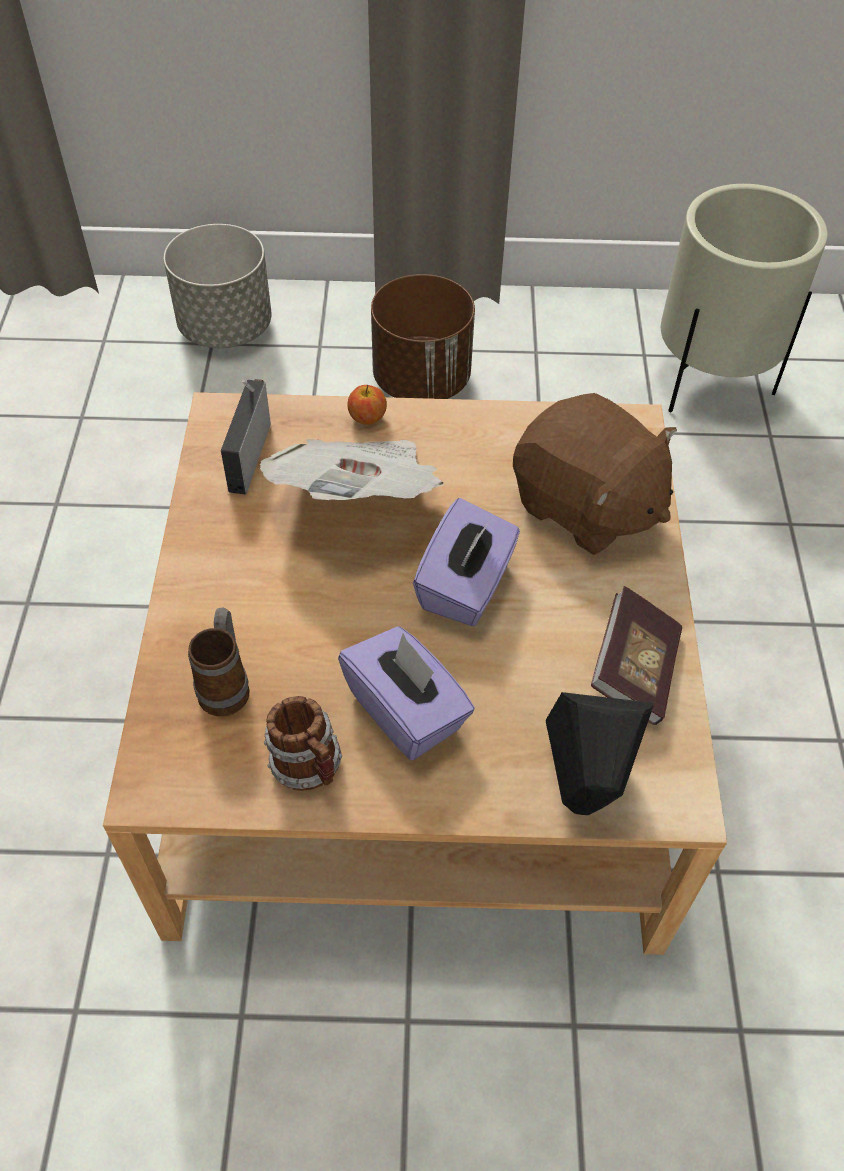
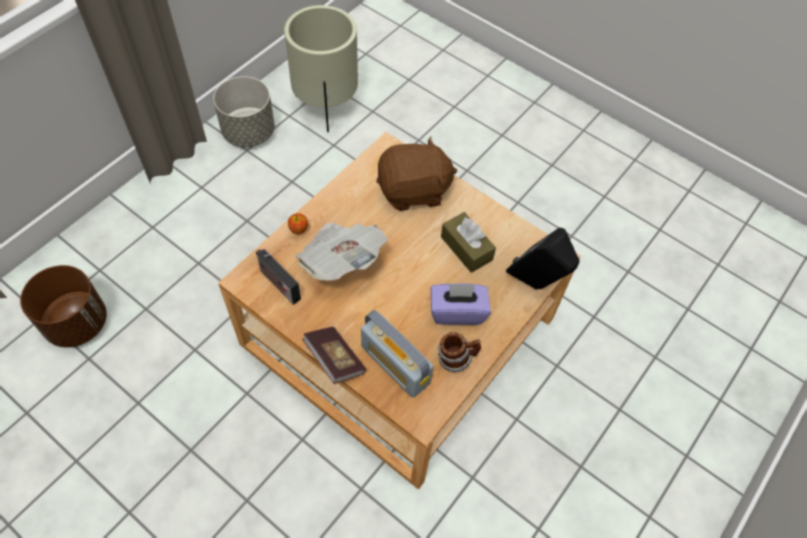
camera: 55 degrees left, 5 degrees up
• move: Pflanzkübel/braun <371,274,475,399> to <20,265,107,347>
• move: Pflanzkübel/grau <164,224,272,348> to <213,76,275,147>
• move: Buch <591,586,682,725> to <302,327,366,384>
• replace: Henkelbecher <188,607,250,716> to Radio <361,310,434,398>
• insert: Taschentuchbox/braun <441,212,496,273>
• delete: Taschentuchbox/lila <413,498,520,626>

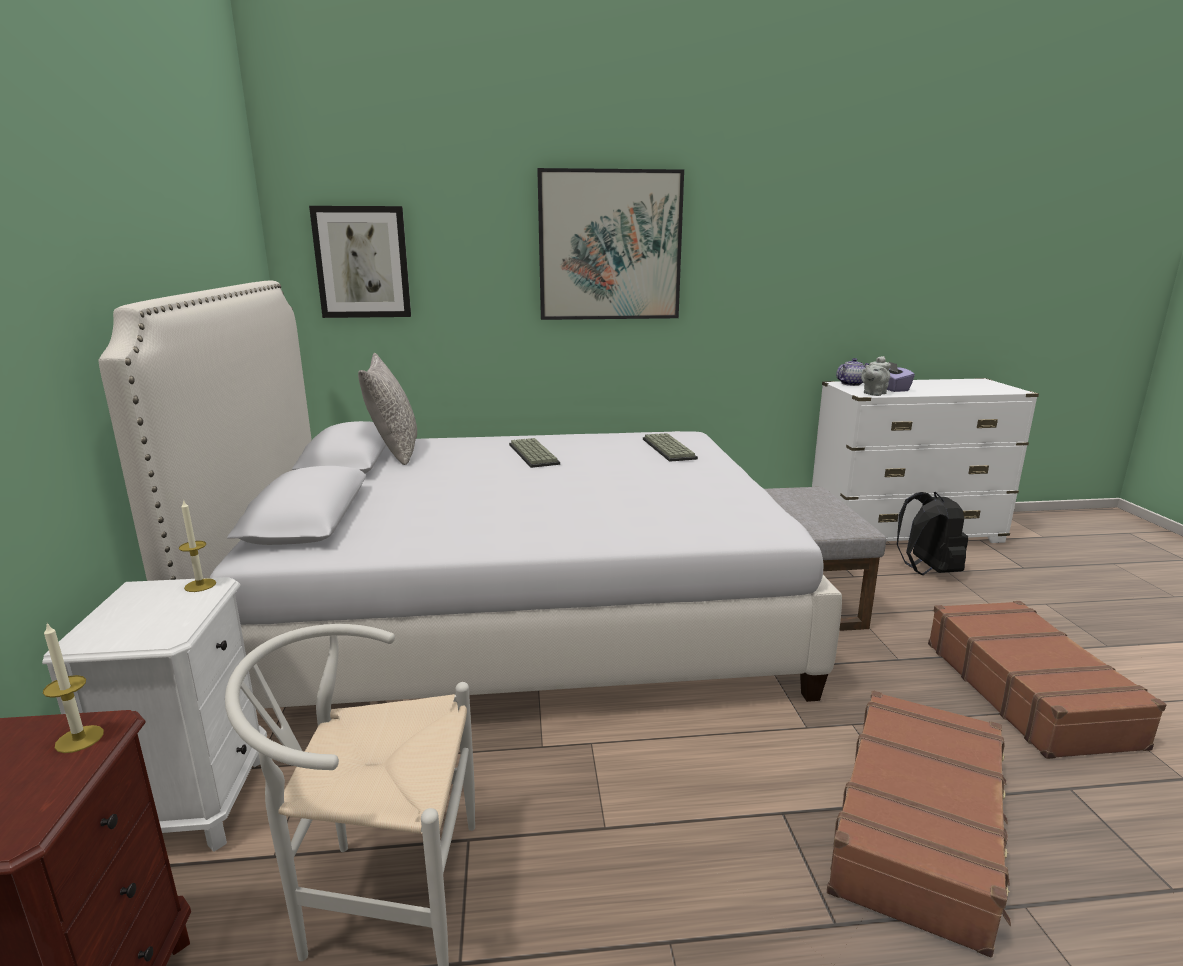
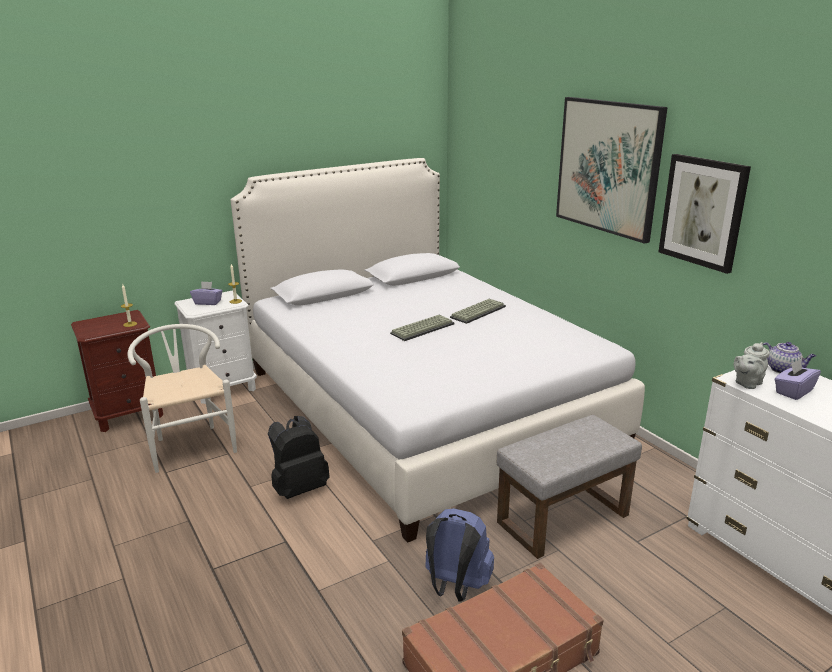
camera: 65 degrees right, 5 degrees up
• insert: Taschentuchbox/lila <190,281,222,305>
• move: Rucksack/schwarz <897,492,968,575> to <268,416,330,499>
• move: Tastatur <643,433,698,462> to <390,315,454,341>
• insert: Rucksack/blau <425,508,494,602>
• move: Bild <309,206,411,318> to <658,154,751,274>
• rotate: Teekanne/grau <861,356,891,396> = <734,342,769,389> 60 degrees counterclockwise
• delete: Kissen/grau <358,353,417,465>
• delete: Koffer/braun <827,690,1011,957>

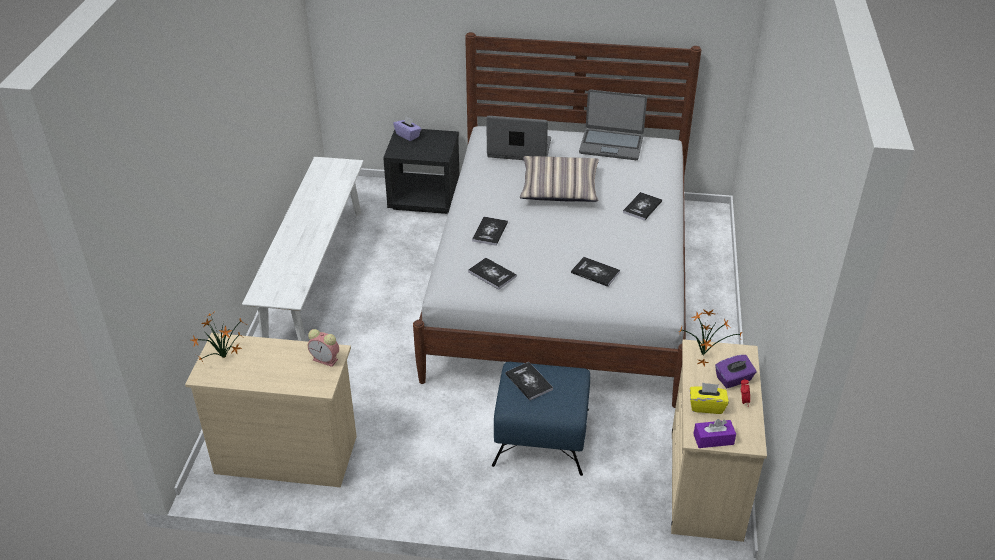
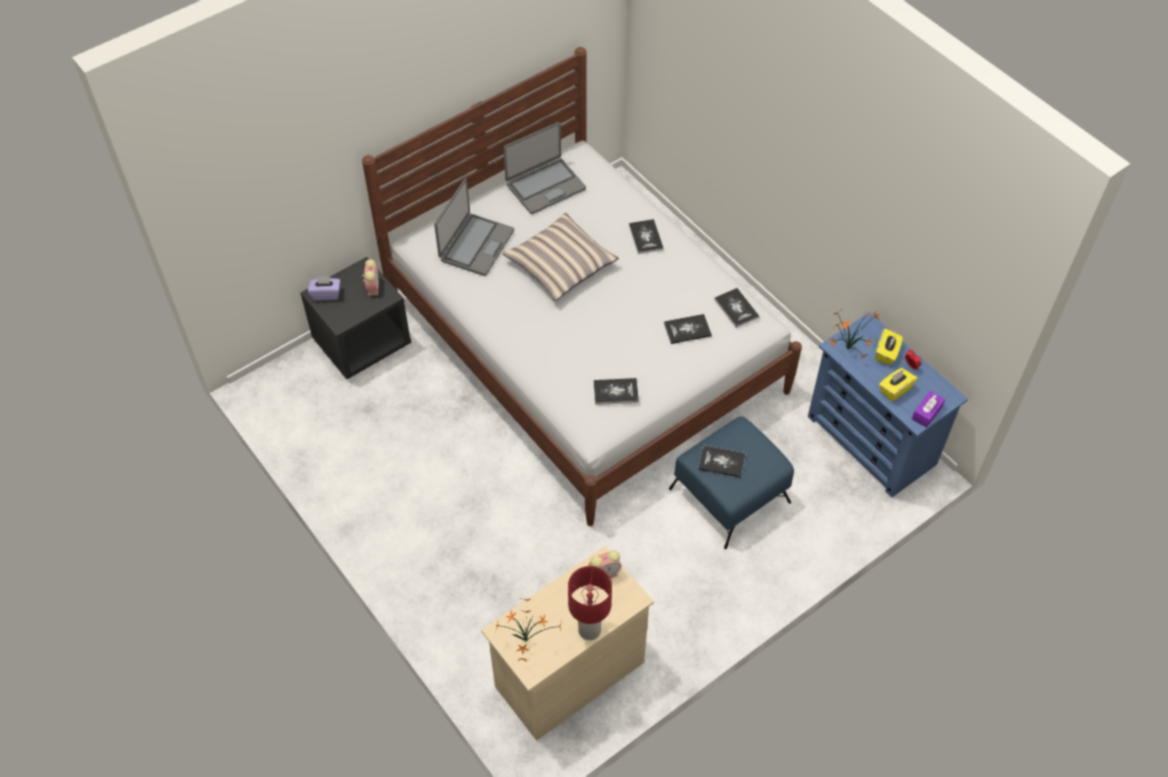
camera: 45 degrees left, 15 degrees up
• insert: Wecker <362,259,379,296>
• rotate: Laptop <486,116,551,160> = <434,179,514,276> 150 degrees clockwise
• insert: Tischlampe/rot <568,566,612,640>
• move: Buch <472,217,508,246> to <714,288,759,328>
• recolor: Kommode/beige <671,339,767,542> to Kommode/blau <808,312,968,497>
• recolor: Taschentuchbox/lila <715,355,757,388> to Taschentuchbox/gelb <875,328,903,365>
• delete: Bank/weiß <242,157,364,341>

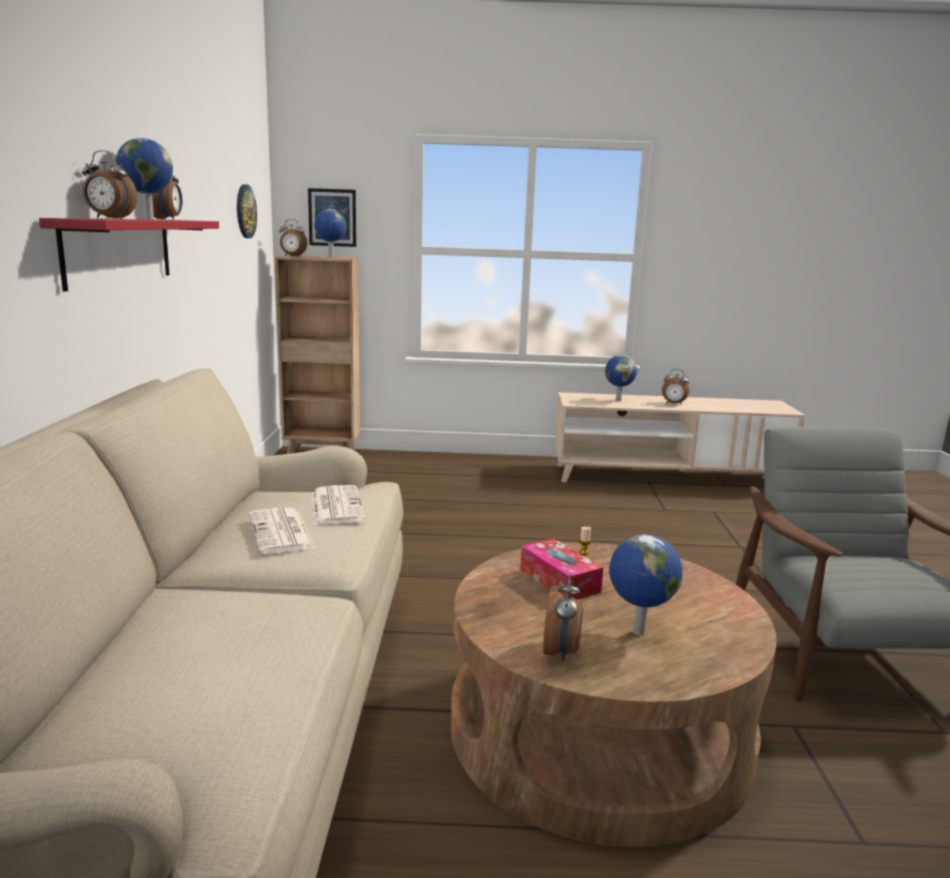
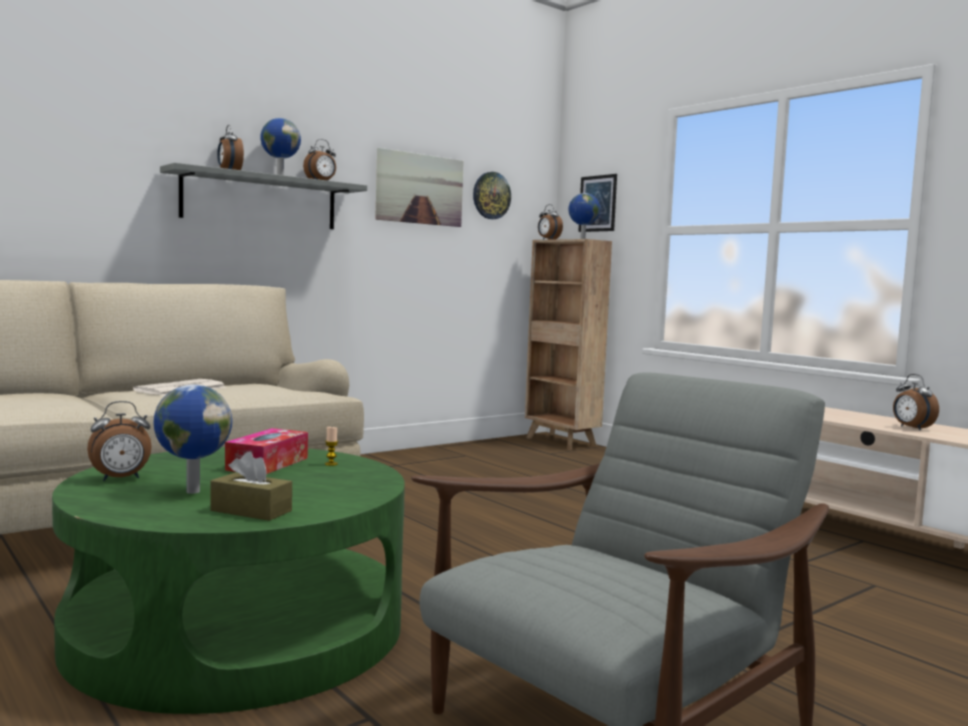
camera: 50 degrees right, 10 degrees down
• recolor: Couchtisch/braun <451,543,777,847> to Couchtisch/grün <52,447,405,714>
• recolor: Wandregal/rot <39,218,219,291> to Wandregal/grau <160,163,367,229>
• insert: Taschentuchbox/braun <211,451,292,521>
• insert: Bild <375,148,464,227>
• delete: Zeitung <312,485,365,525>
• delete: Globus <605,355,637,401>

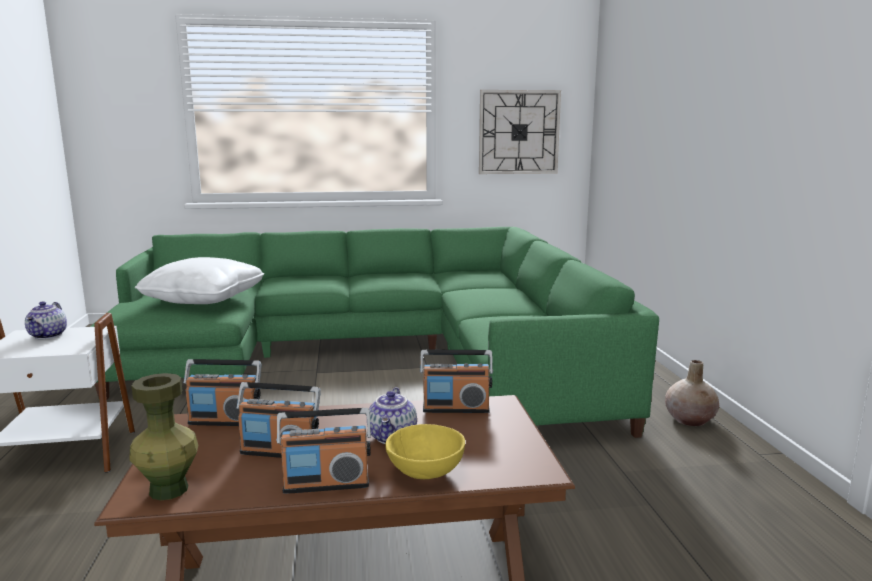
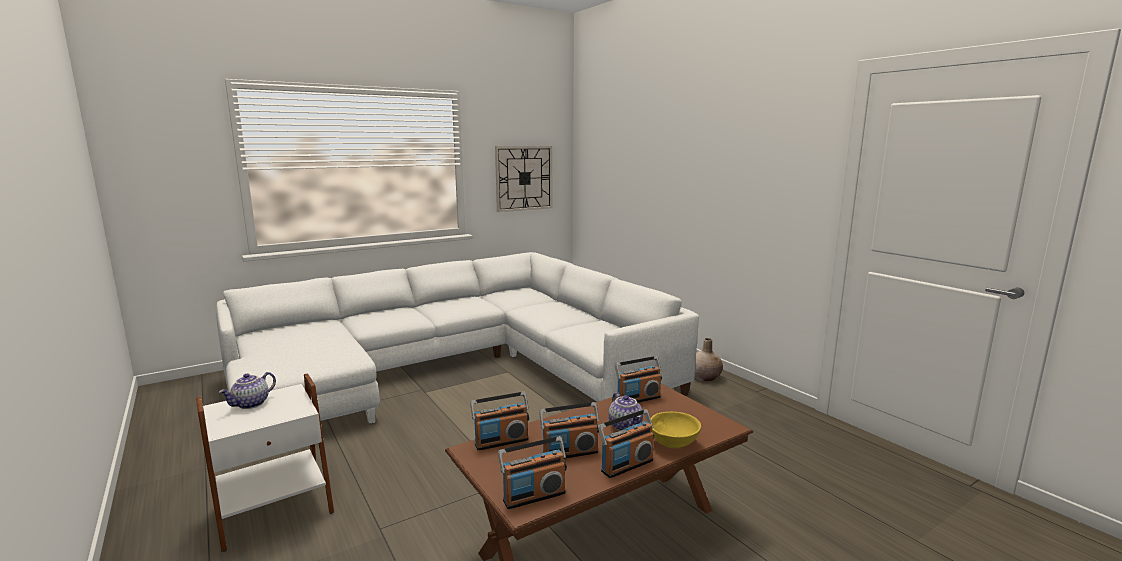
camera: 25 degrees left, 0 degrees up
• recolor: Sofa/grün <90,227,659,438> to Sofa/weiß <216,252,699,424>
• rotate: Teekanne <25,301,67,339> = <219,372,276,409> 60 degrees clockwise
• replace: Vase/grün <129,373,198,500> to Radio <498,436,567,509>
• delete: Kissen/weiß <135,257,264,304>

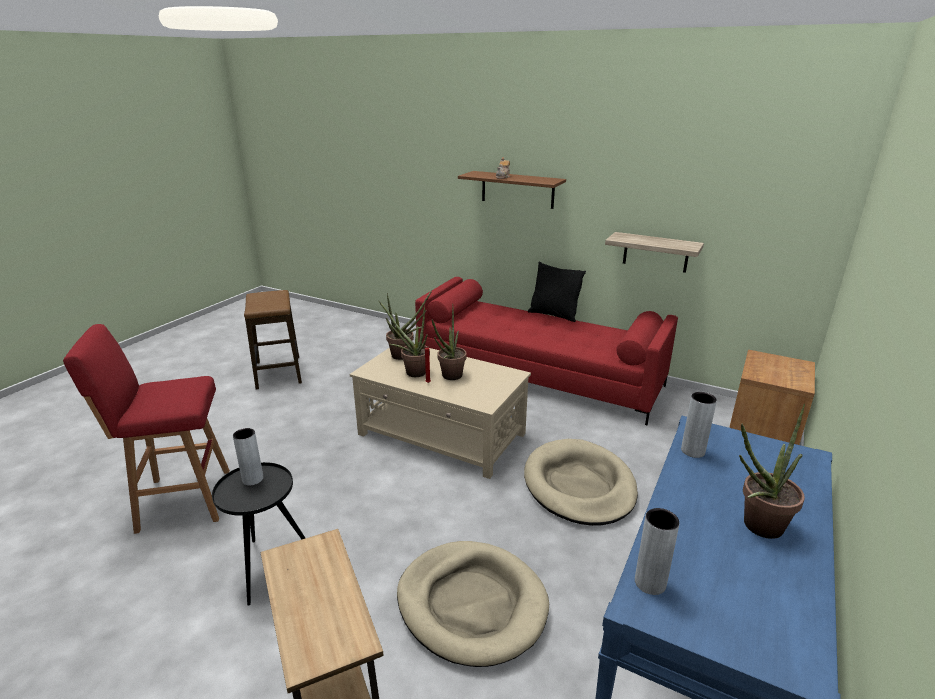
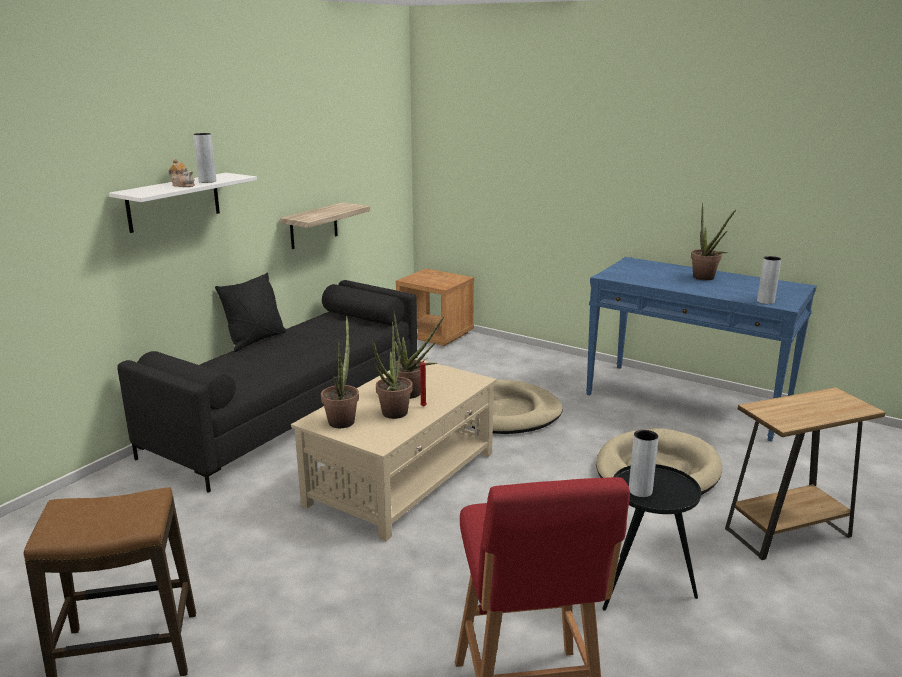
camera: 85 degrees left, 5 degrees down
• recolor: Wandregal/braun <458,171,566,209> to Wandregal/weiß <109,173,257,233>
• recolor: Sofa/rot <415,277,678,425> to Sofa/schwarz <117,280,417,493>
• move: Vase/grau <681,392,717,458> to <193,133,216,183>

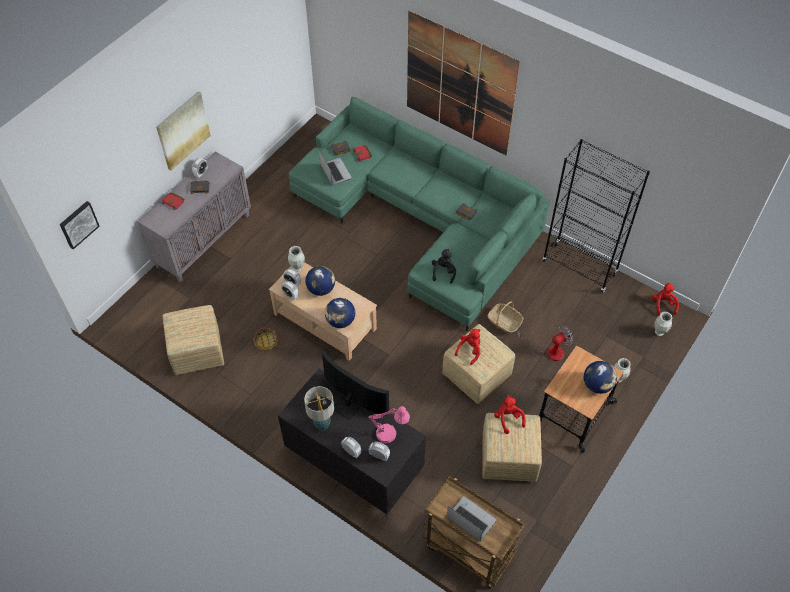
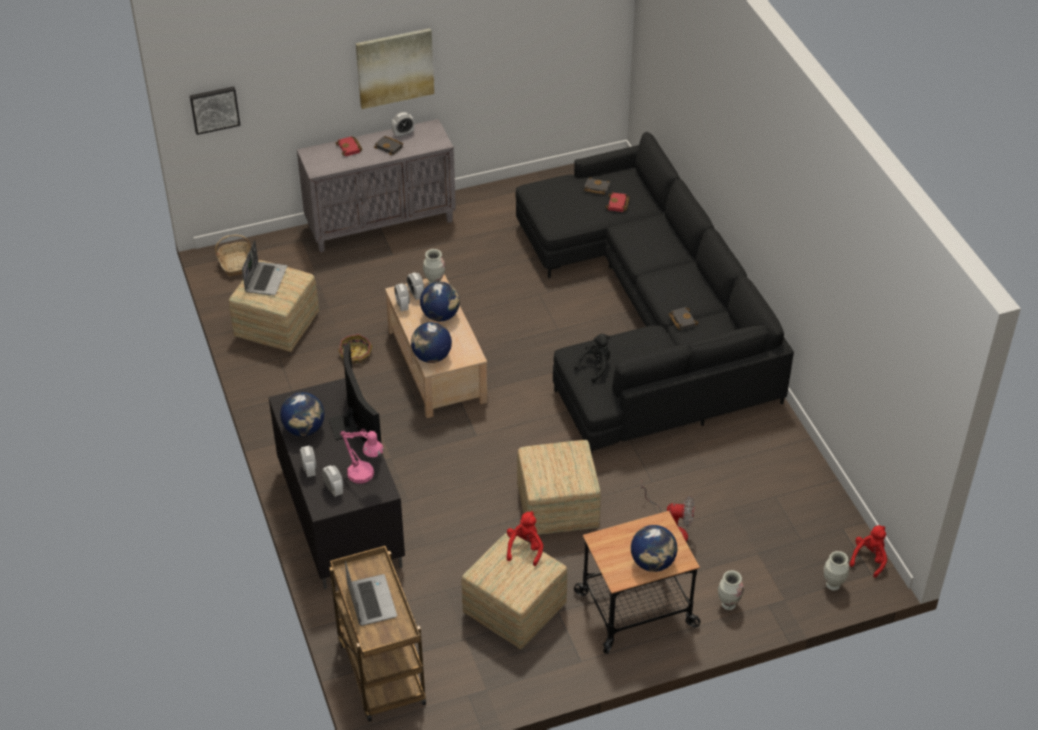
camera: 35 degrees right, 10 degrees down
• move: Korb <488,302,523,334> to <215,234,251,276>
• move: Laptop <319,150,352,185> to <242,240,287,295>
• replace: Tischlampe <304,386,334,431> to Globus <280,392,325,436>
• recolor: Sofa/grün <289,97,550,331> to Sofa/schwarz <515,132,794,454>
• delete: Bild <407,11,520,156>
• delete: Plüschtier/rot <455,329,481,365>
• delete: Bücherregal/schwarz <543,139,650,293>

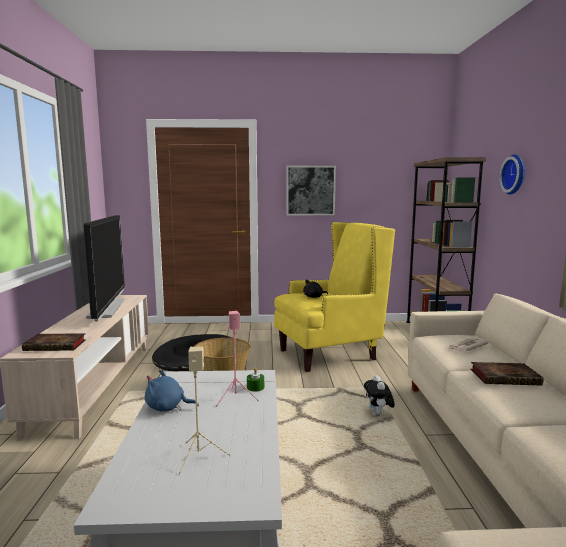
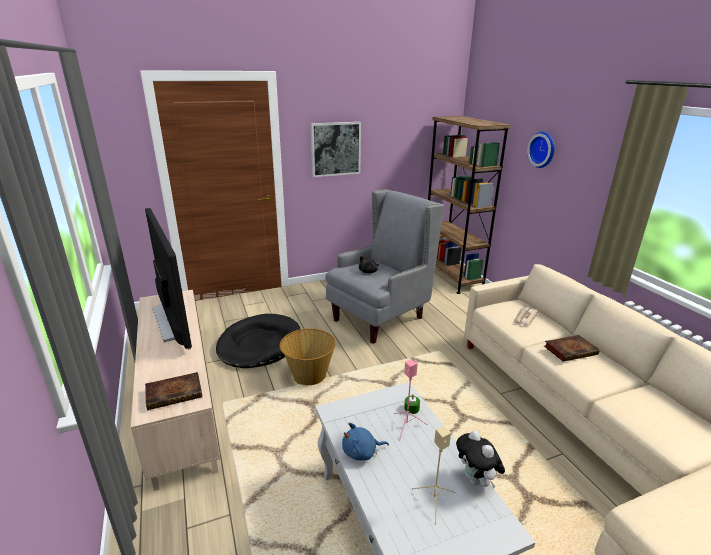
camera: 20 degrees left, 15 degrees up
• recolor: Sessel/gelb <274,222,395,372> to Sessel/grau <325,189,444,344>
• move: Plüschtier <364,375,395,417> to <456,430,505,489>

